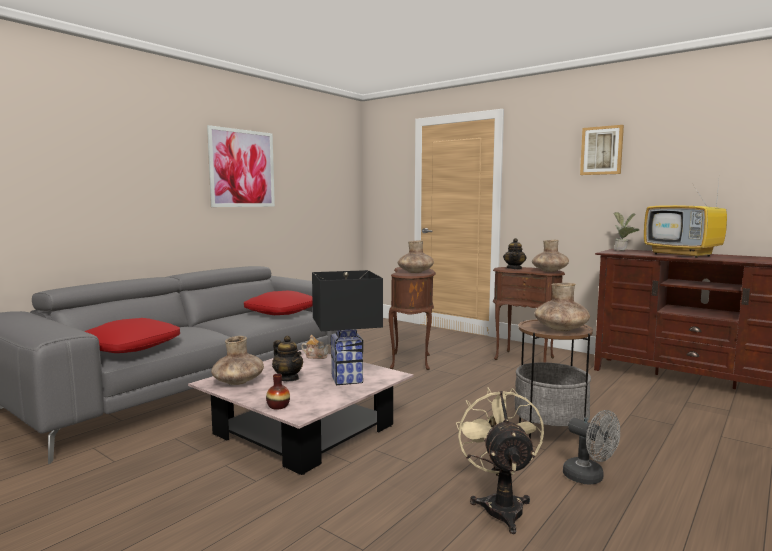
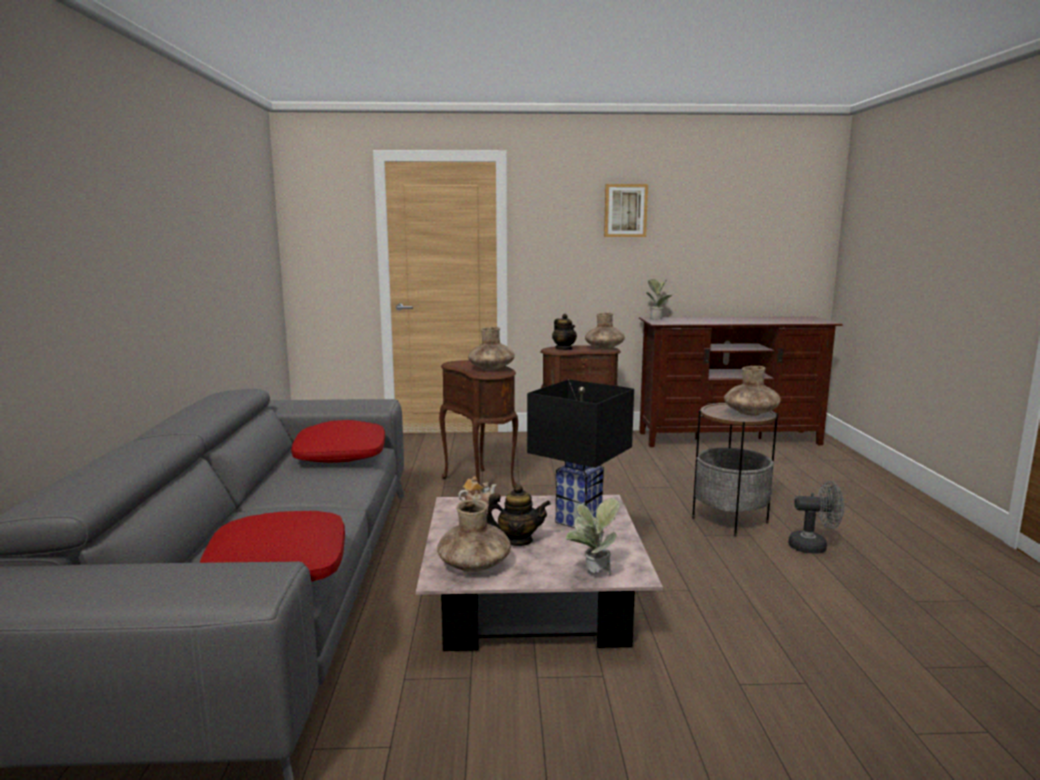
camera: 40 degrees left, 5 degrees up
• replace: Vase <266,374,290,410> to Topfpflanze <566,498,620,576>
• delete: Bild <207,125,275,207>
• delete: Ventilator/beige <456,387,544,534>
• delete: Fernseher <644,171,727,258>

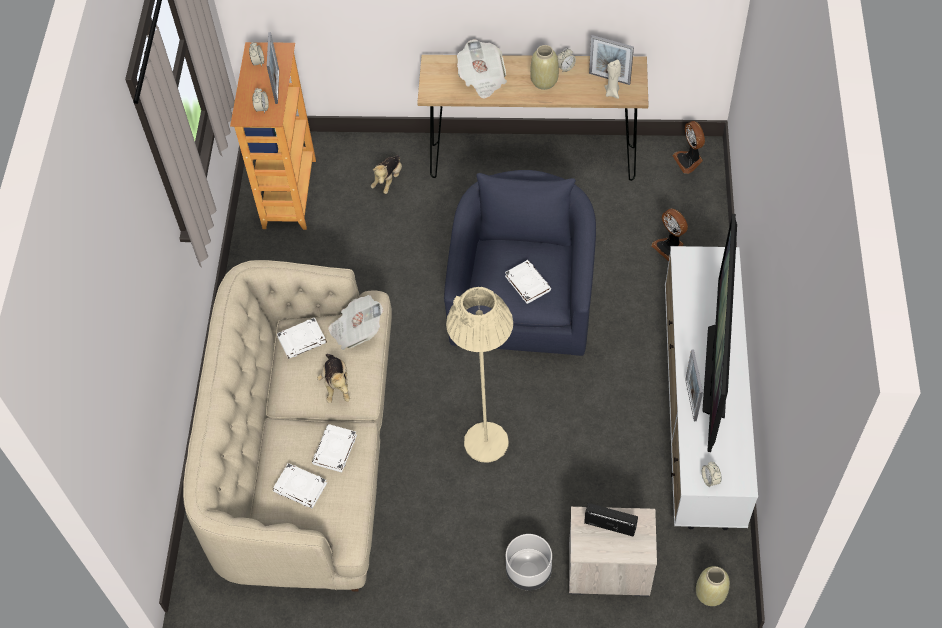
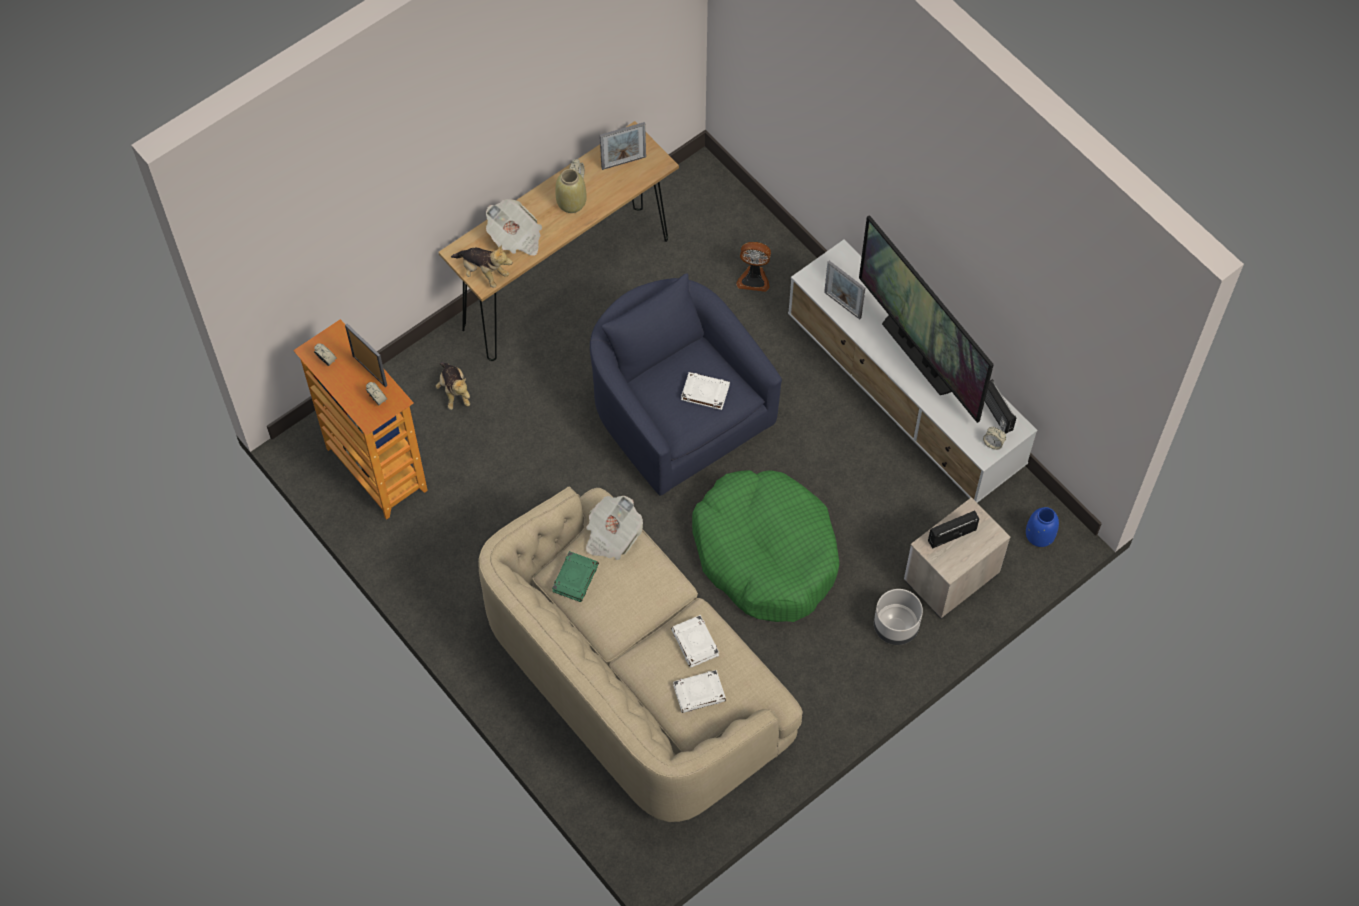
camera: 45 degrees left, 5 degrees up
• move: Plüschtier <317,354,350,403> to <451,245,513,288>
• recolor: Buch/weiß <277,317,327,359> to Buch/grün <552,551,599,602>
• replace: Stehlampe/beige <446,287,513,463> to Hundebett/grün <692,470,840,622>
• move: Bilderrahmen <685,349,703,421> to <824,261,865,320>
• insert: Radio <985,379,1016,433>
• recolor: Vase/beige <696,566,730,606> to Vase/blau <1026,507,1059,547>
• delete: Kerze/beige <604,60,621,99>
• delete: Ventilator <672,121,705,174>

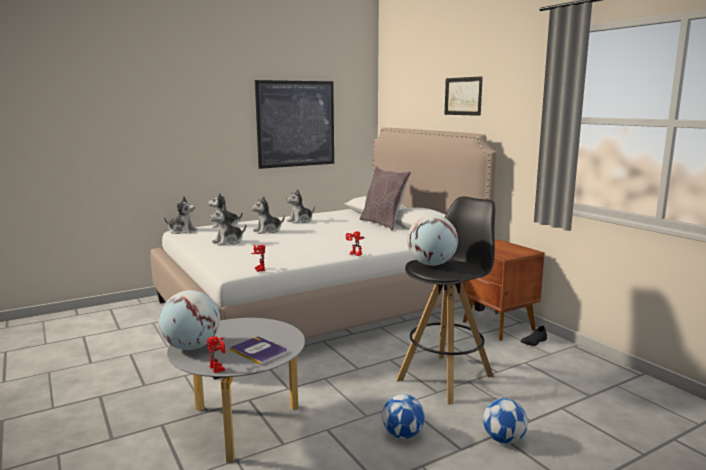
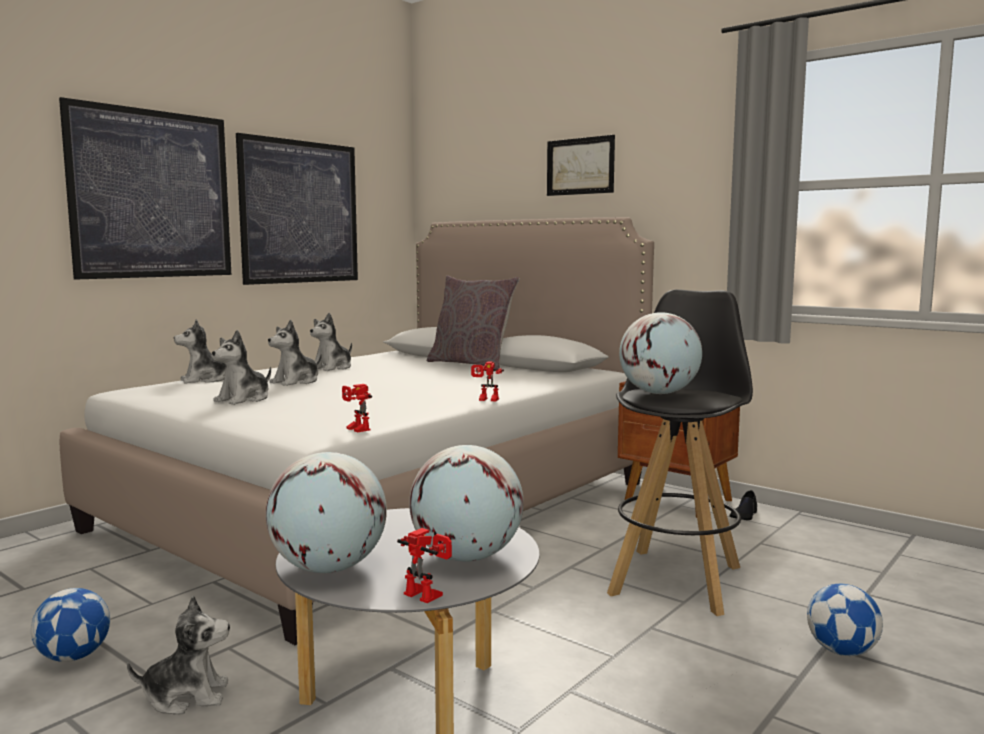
camera: 20 degrees left, 5 degrees down
• move: Fußball <382,394,425,439> to <31,588,110,662>
• insert: Bild <59,97,231,280>
• move: Plüschtier <164,196,197,234> to <127,596,230,715>
• replace: Buch <229,337,287,365> to Globus <409,445,524,561>

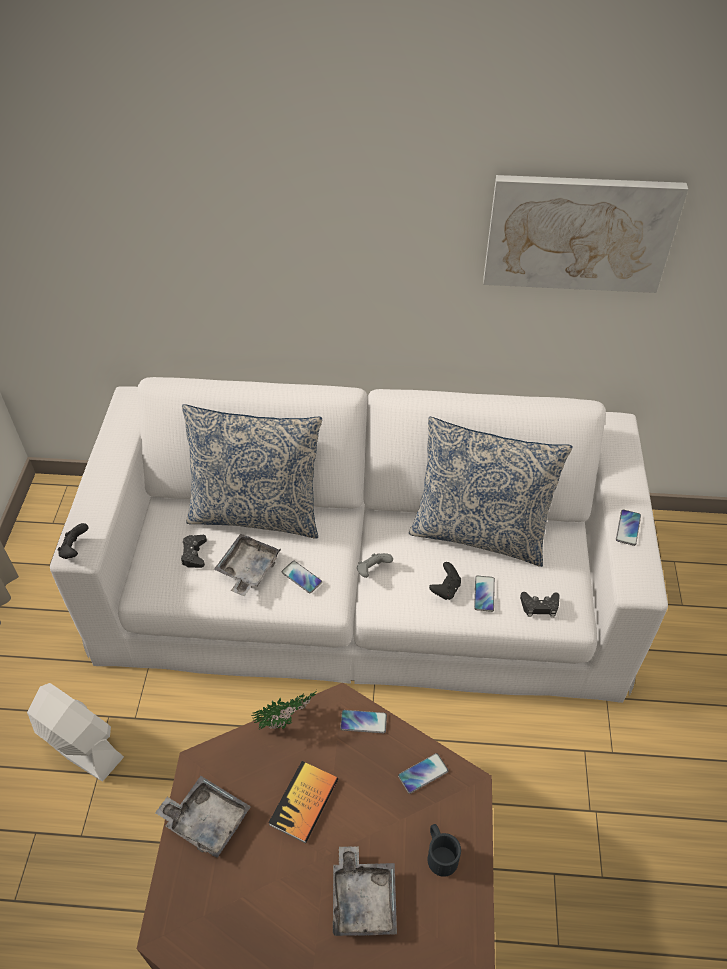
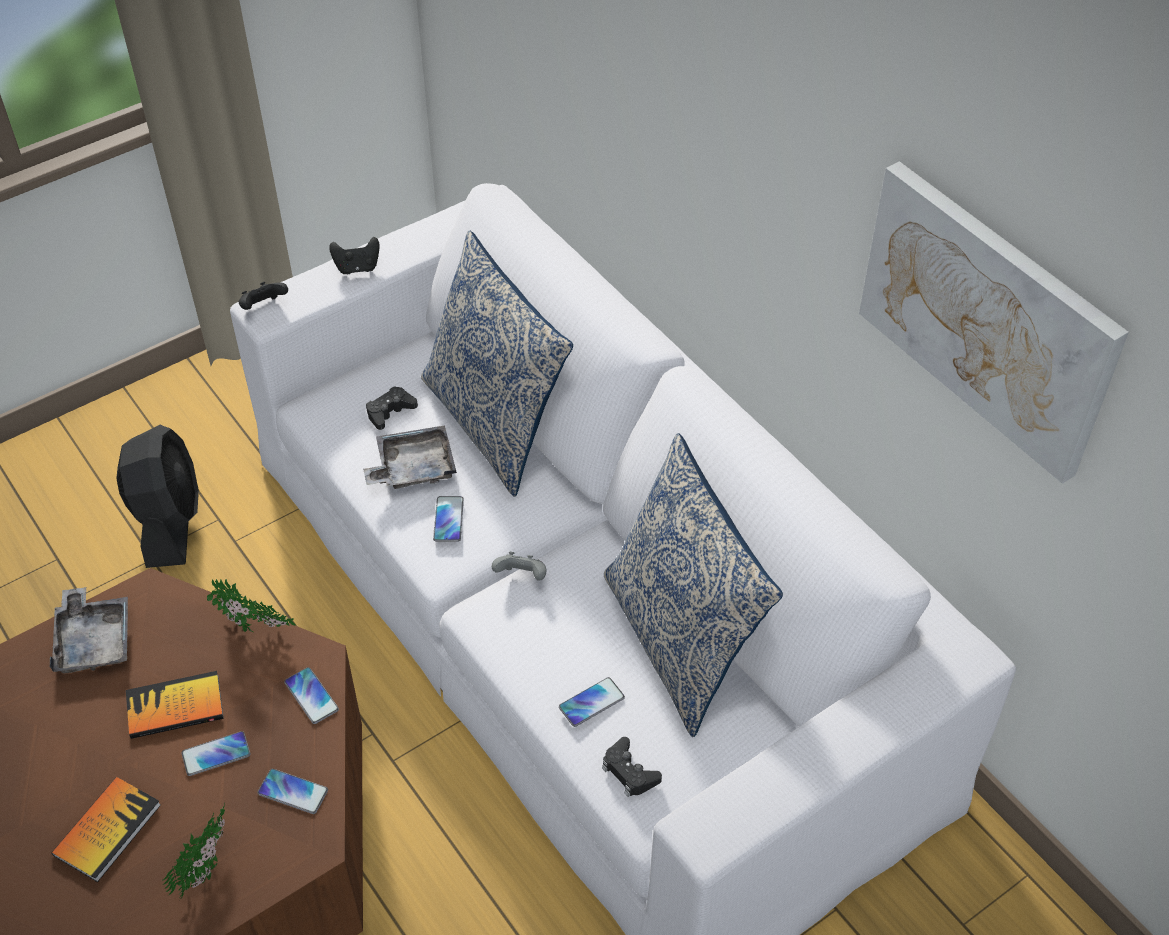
camera: 50 degrees right, 0 degrees up
• replace: Tablett/grau <333,846,397,936> to Buch <51,777,161,882>
• recolor: Ventilator/weiß <27,683,124,781> to Ventilator/schwarz <116,425,199,568>
• replace: Henkelbecher/schwarz <428,824,461,877> to Topfpflanze <162,802,225,901>
• move: Handy <616,509,641,546> to <182,731,250,776>
• move: Gamepad/schwarz <429,562,461,600> to <329,237,379,274>

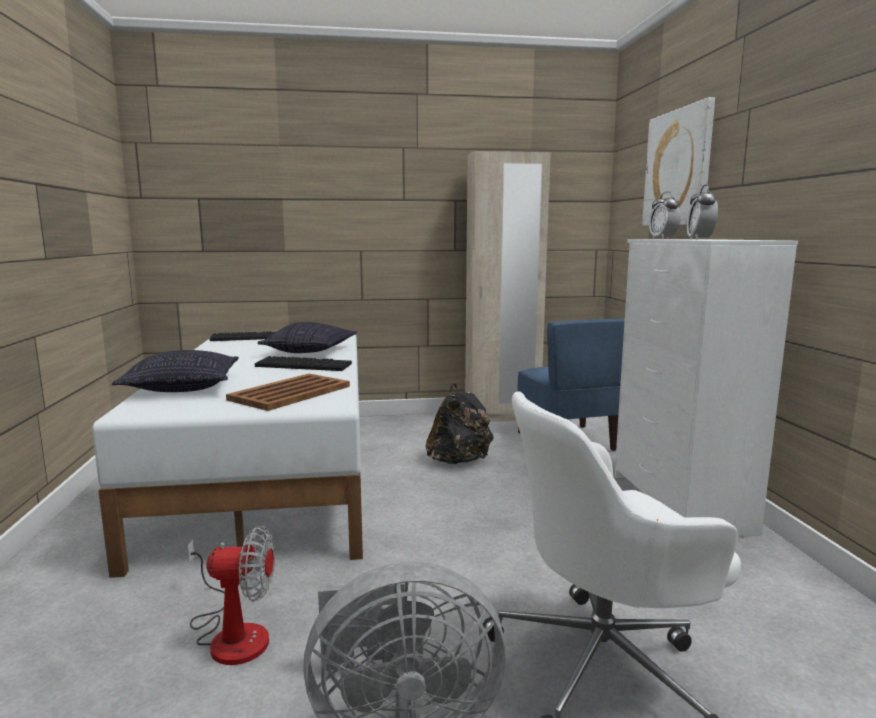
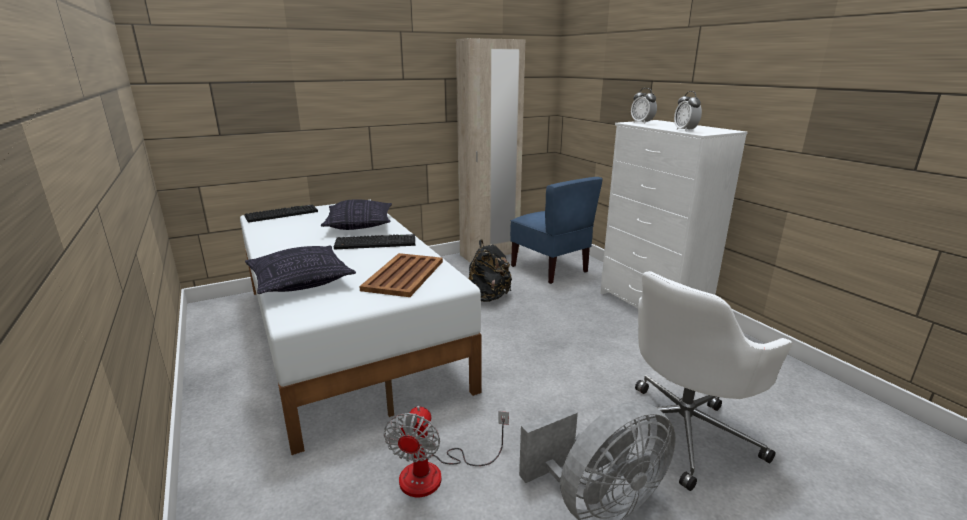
camera: 20 degrees left, 10 degrees up
• rotate: Ventilator <187,526,275,665> = <384,406,509,497> 120 degrees clockwise
• delete: Bild <642,97,715,226>

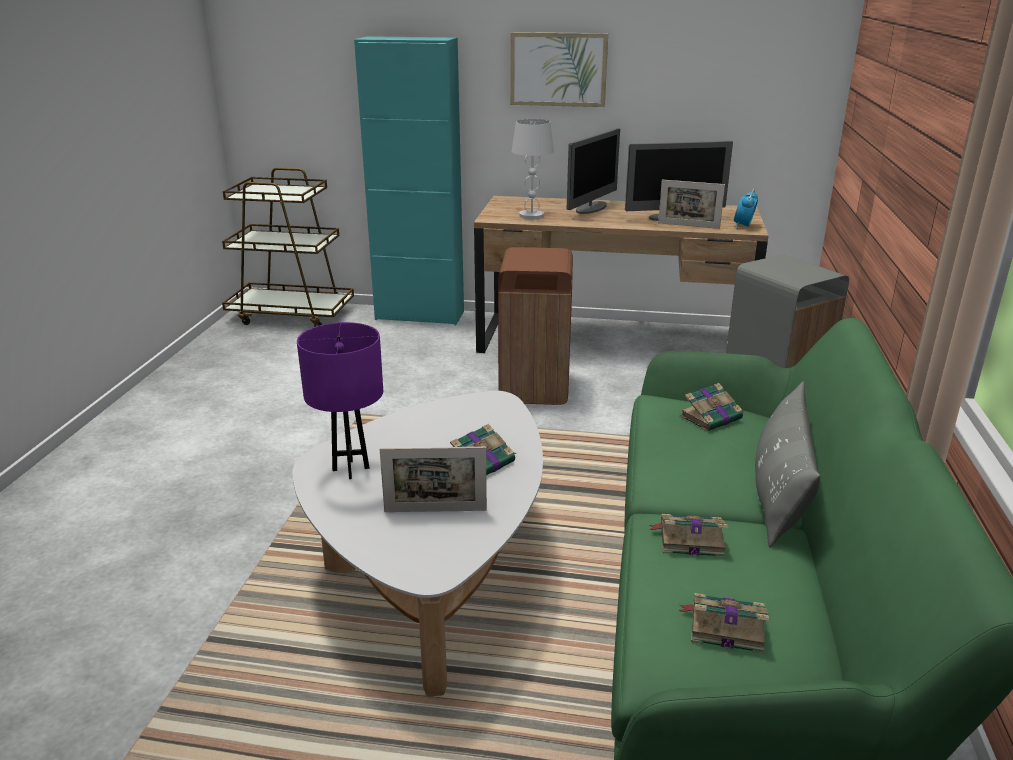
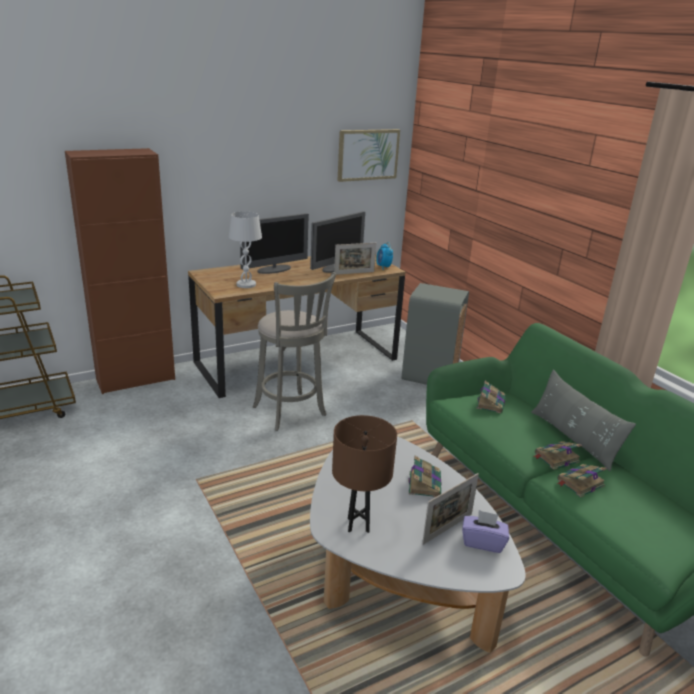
camera: 40 degrees left, 0 degrees up
• recolor: Schrank/türkis <354,36,464,325> to Schrank/braun <65,148,175,394>
• rotate: Monitor <567,128,620,214> = <240,213,309,274> 60 degrees clockwise
• replace: Mülleimer/braun <498,247,573,405> to Hocker/grau <252,272,336,431>
• recolor: Tischlampe/lila <297,322,383,479> to Tischlampe/braun <332,415,397,533>
• move: Bild <510,32,608,107> to <337,129,400,182>
• insert: Taschentuchbox/lila <462,510,509,553>
• move: Buch <679,593,769,654> to <533,441,582,470>

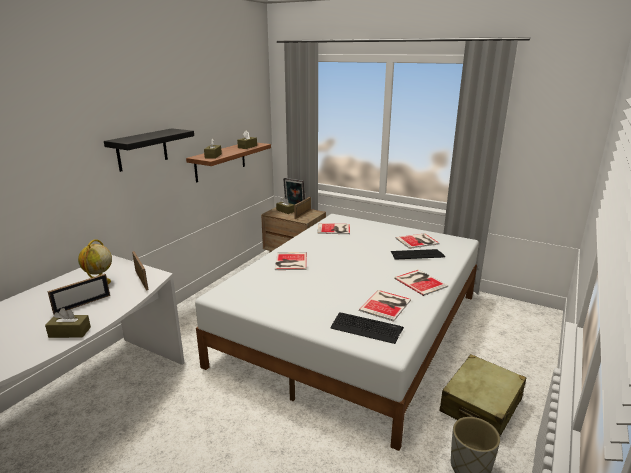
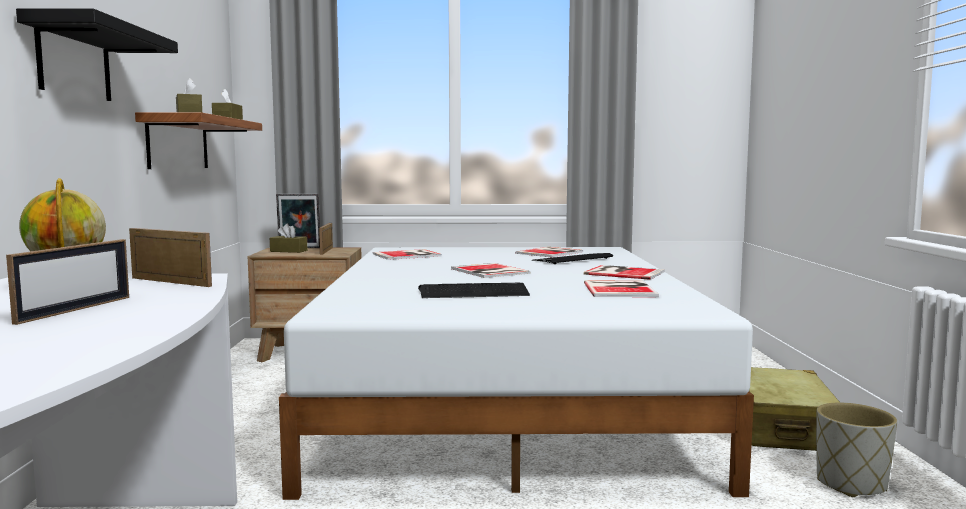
camera: 30 degrees left, 15 degrees down
• move: Tastatur <330,313,404,344> to <418,283,530,298>
• move: Buch <275,252,307,270> to <451,263,531,278>
• delete: Taschentuchbox/braun <45,308,91,338>

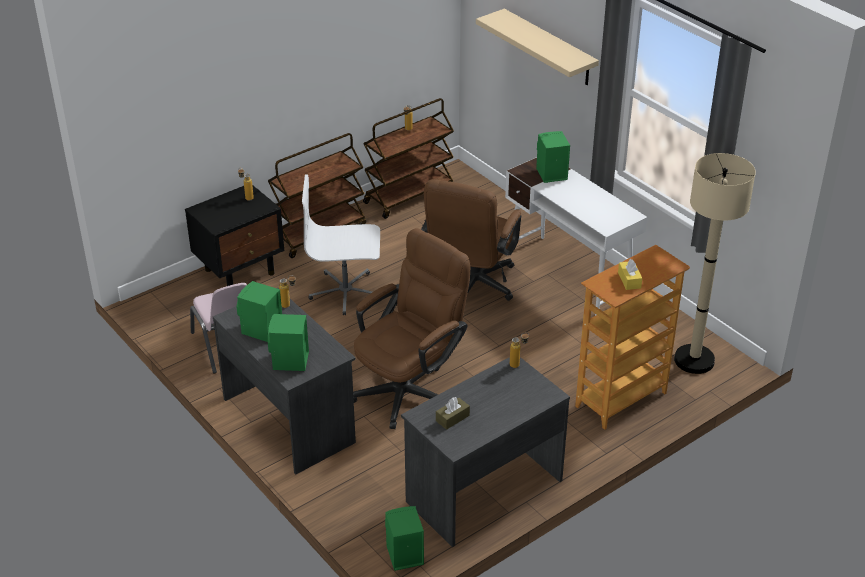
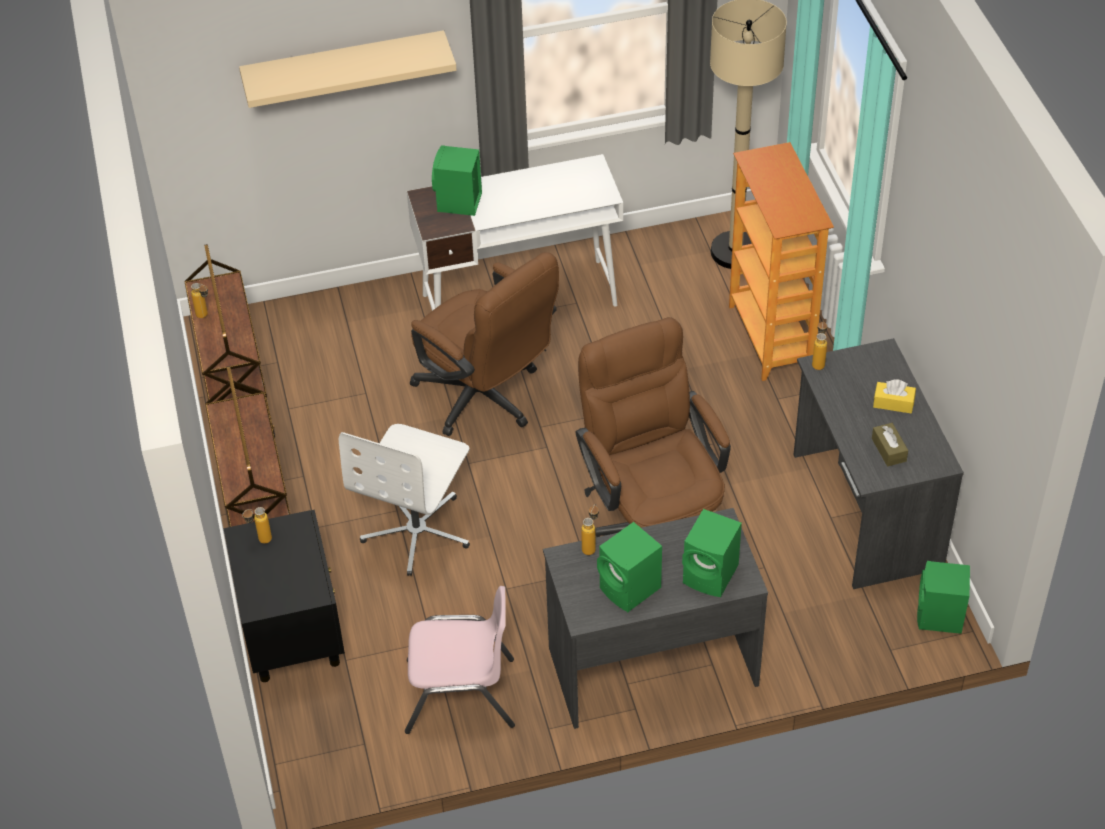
camera: 65 degrees left, 10 degrees up
• move: Taschentuchbox/gelb <618,259,642,290> to <873,379,916,413>

